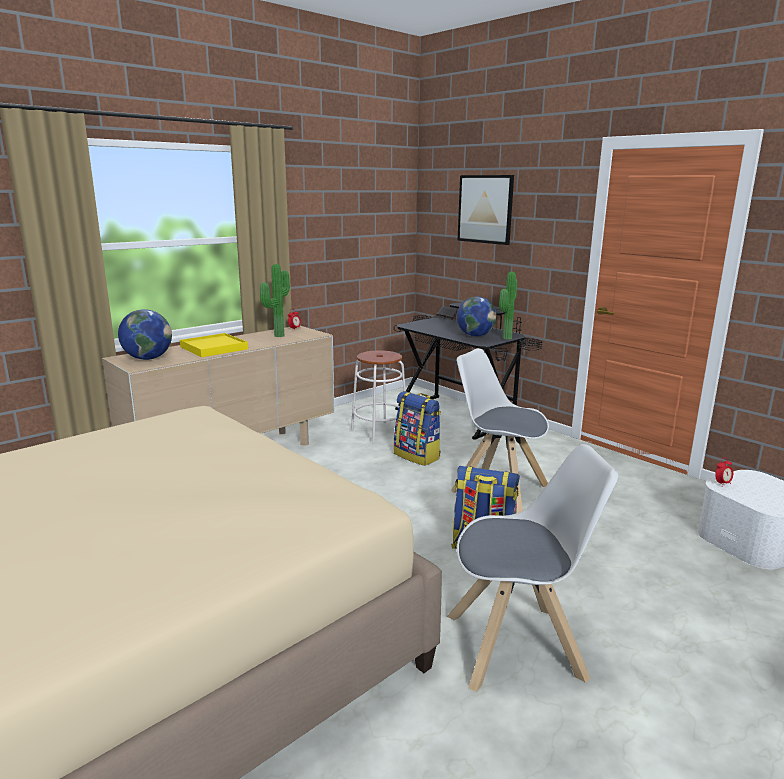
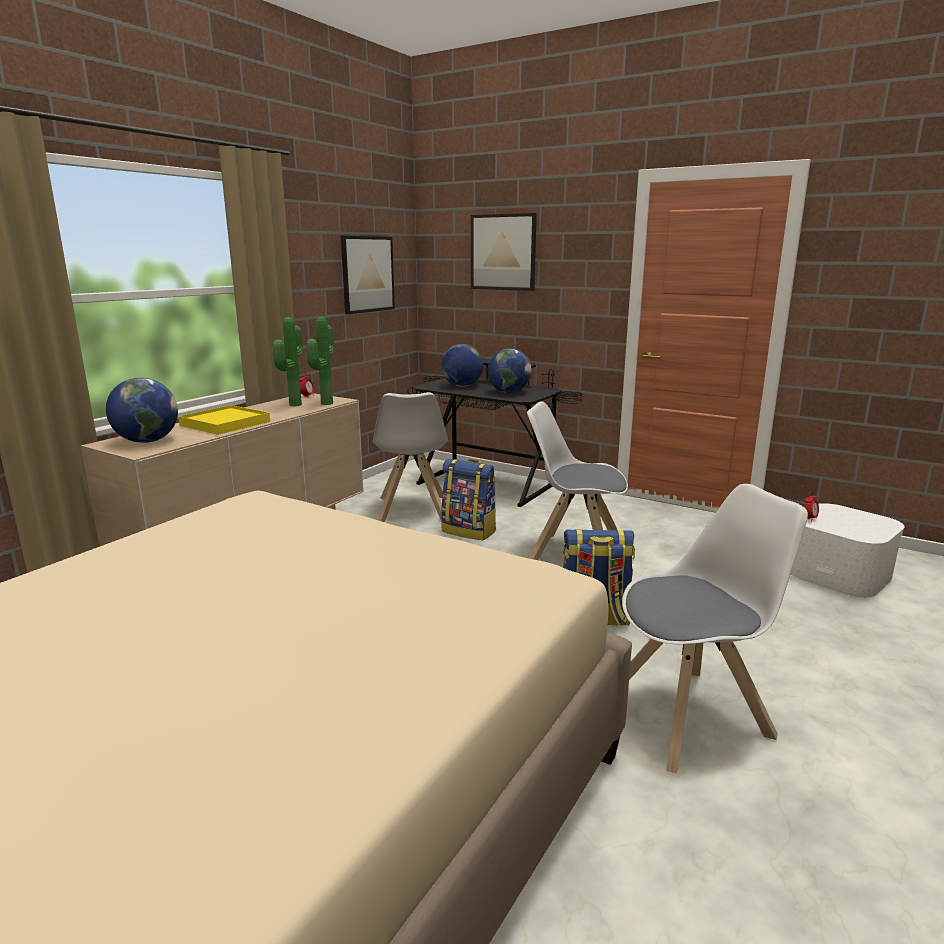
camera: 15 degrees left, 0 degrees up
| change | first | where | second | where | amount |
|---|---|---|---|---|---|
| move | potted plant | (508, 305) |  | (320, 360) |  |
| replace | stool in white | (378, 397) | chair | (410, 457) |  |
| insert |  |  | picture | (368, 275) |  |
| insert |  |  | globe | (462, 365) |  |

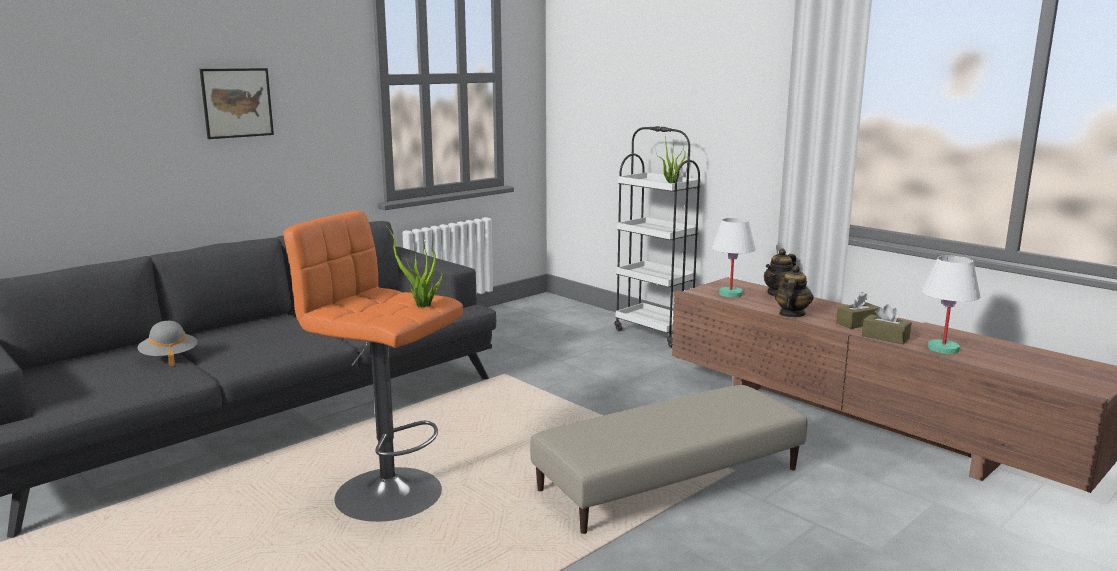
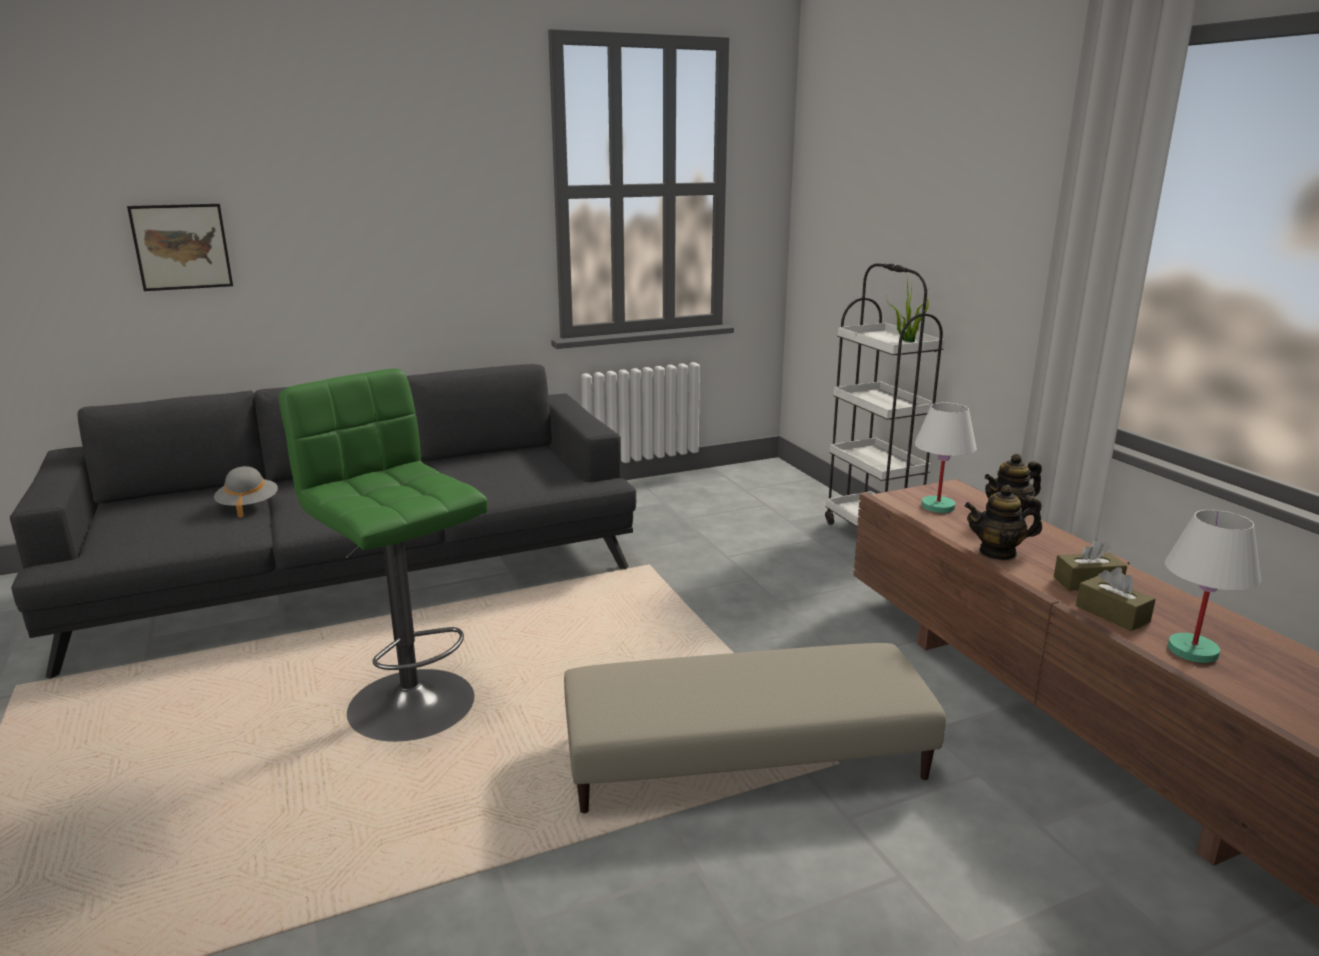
camera: 20 degrees right, 5 degrees up
| change | first | where | second | where | amount |
|---|---|---|---|---|---|
| move | picture | (237, 103) |  | (180, 247) |  |
| recolor | stool in orange | (373, 366) | stool in green | (383, 555) |  |
| delete | potted plant | (414, 267) |  |  |  |
| rotate | teapot | (794, 291) |  | (1003, 522) | 135 degrees counterclockwise |

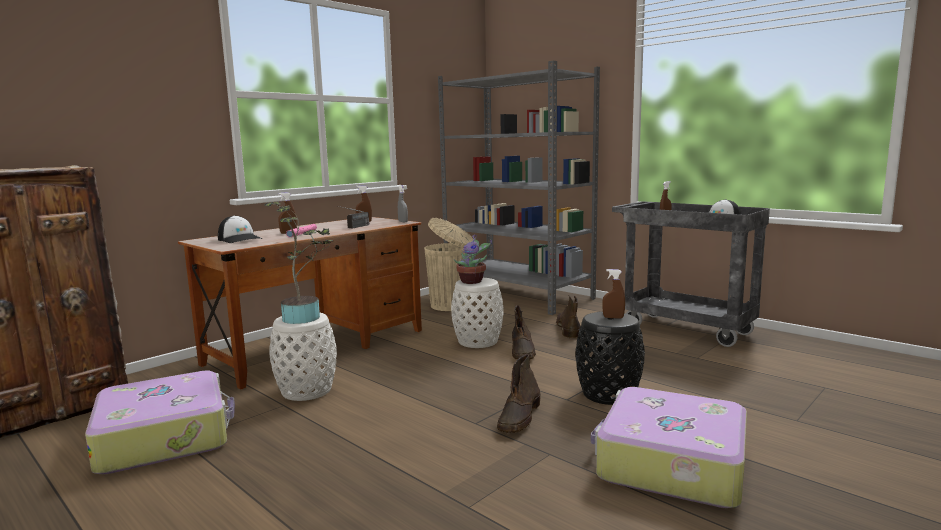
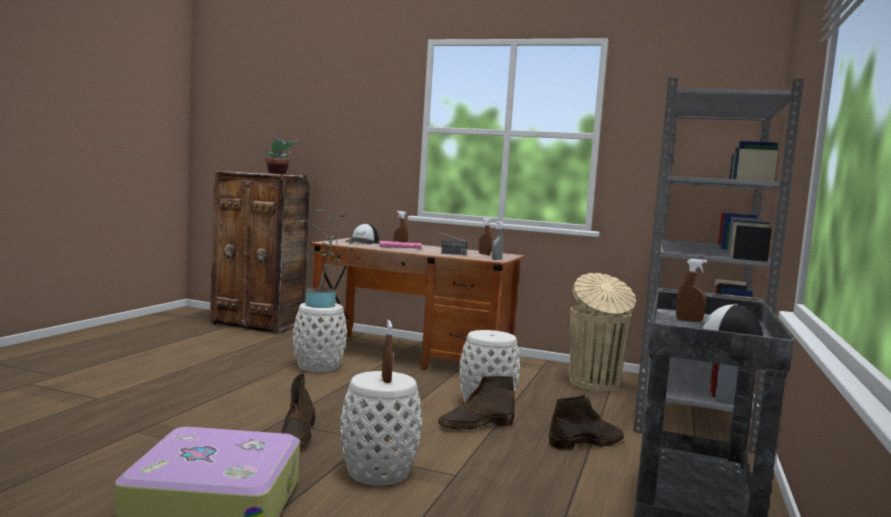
camera: 65 degrees right, 5 degrees down
| change | first | where | second | where | amount |
|---|---|---|---|---|---|
| move | potted plant | (473, 259) |  | (281, 153) |  |
| recolor | stool in black | (610, 358) | stool in white | (381, 428) |  |
| rotate | boot in brown | (519, 393) |  | (298, 410) | 90 degrees counterclockwise |
| delete | suitcase | (160, 422) |  |  |  |

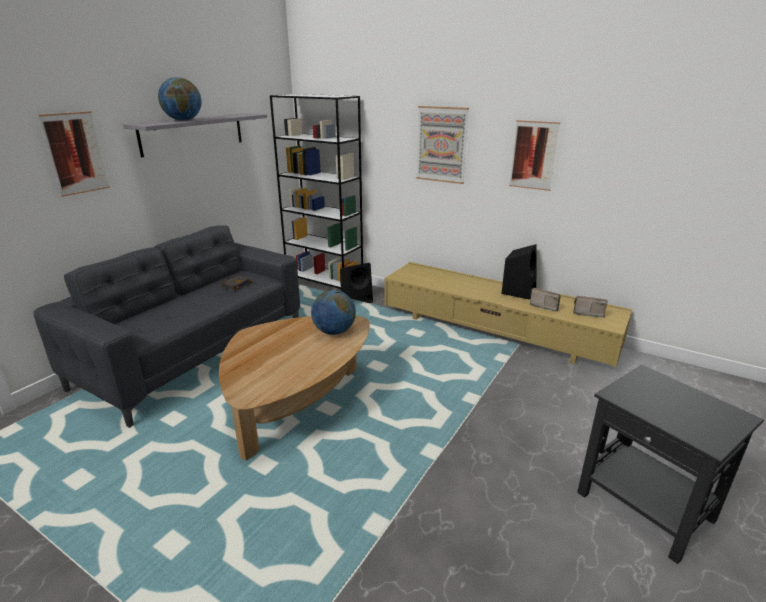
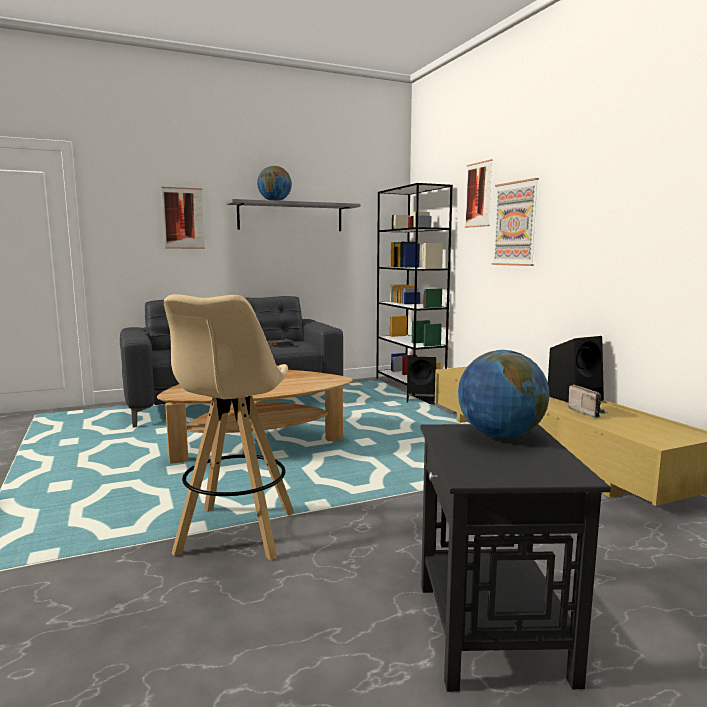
camera: 35 degrees right, 15 degrees down
| change | first | where | second | where | amount |
|---|---|---|---|---|---|
| move | picture | (534, 155) |  | (479, 193) |  |
| move | globe | (333, 312) |  | (503, 394) |  |
| delete | radio | (590, 307) |  |  |  |
| insert |  |  | stool in beige | (229, 427) |  |

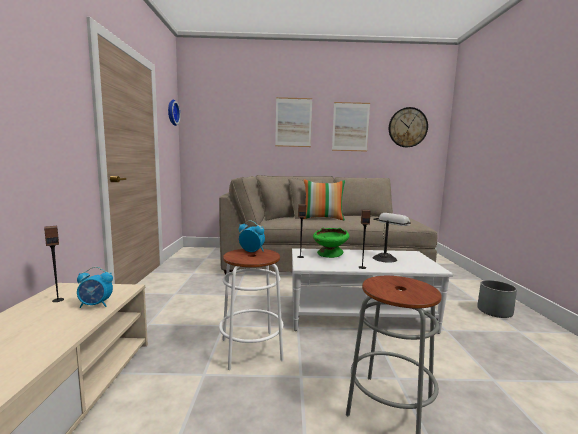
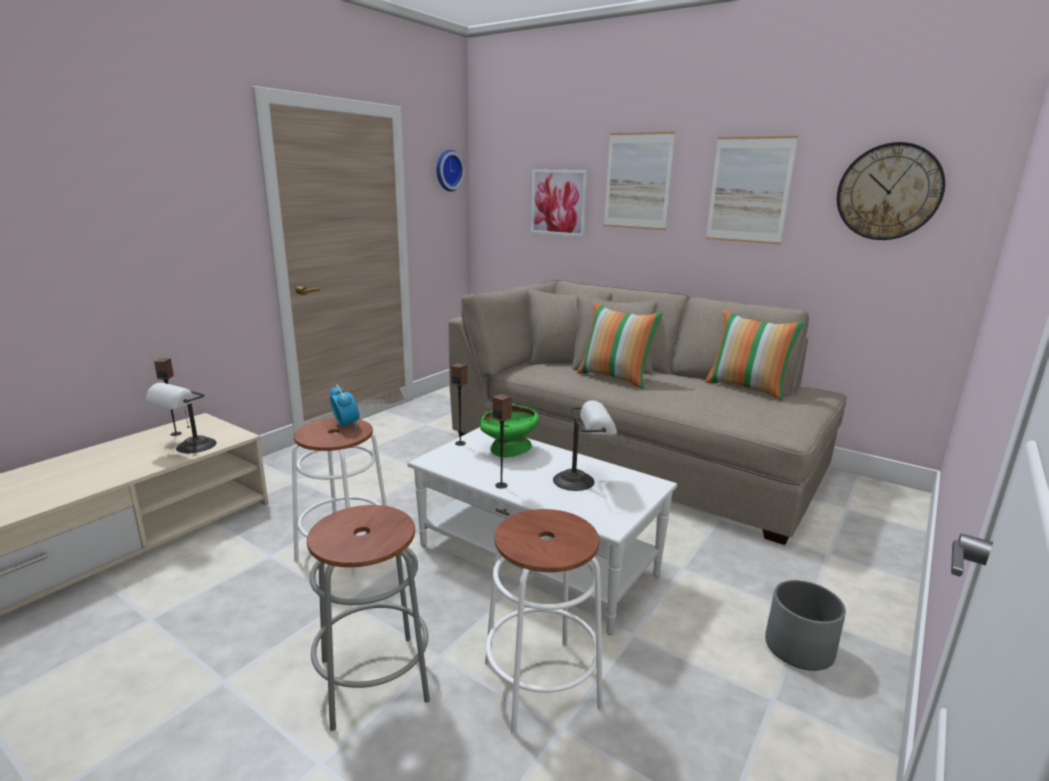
camera: 35 degrees right, 10 degrees up
| change | first | where | second | where | amount |
|---|---|---|---|---|---|
| replace | alarm clock | (95, 287) | table lamp | (181, 418) |  |
| insert |  |  | picture | (559, 203) |  |
| insert |  |  | pillow | (755, 355) |  |
| insert |  |  | stool in white | (544, 622) |  |

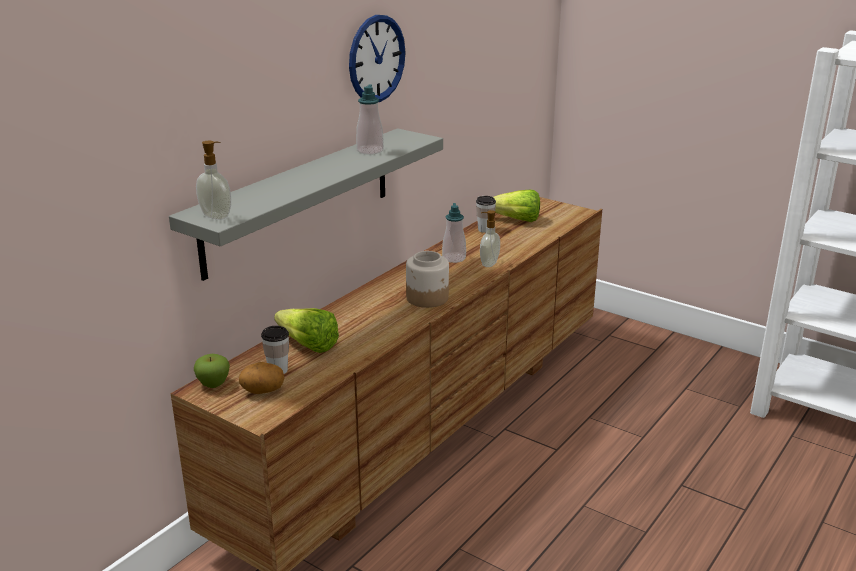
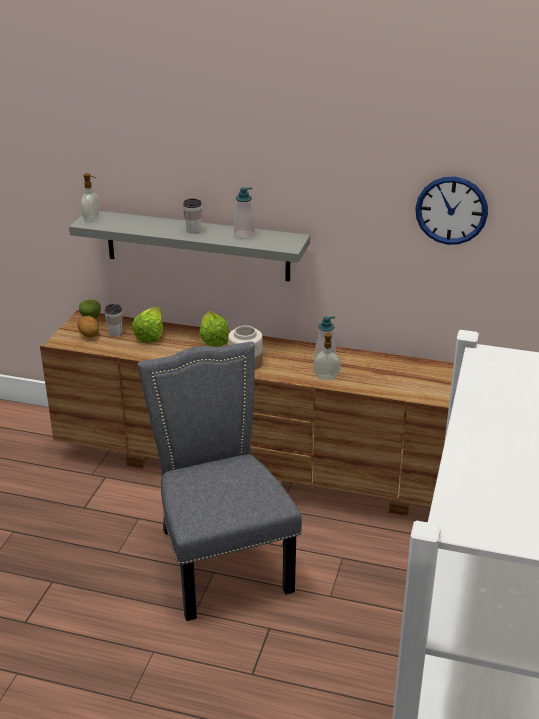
camera: 70 degrees right, 5 degrees up
| change | first | where | second | where | amount |
|---|---|---|---|---|---|
| move | wall clock | (377, 58) |  | (451, 210) |  |
| move | lettuce | (517, 206) |  | (214, 329) |  |
| move | cup | (486, 214) |  | (192, 216) |  |
| insert |  |  | chair in grey | (219, 481) |  |

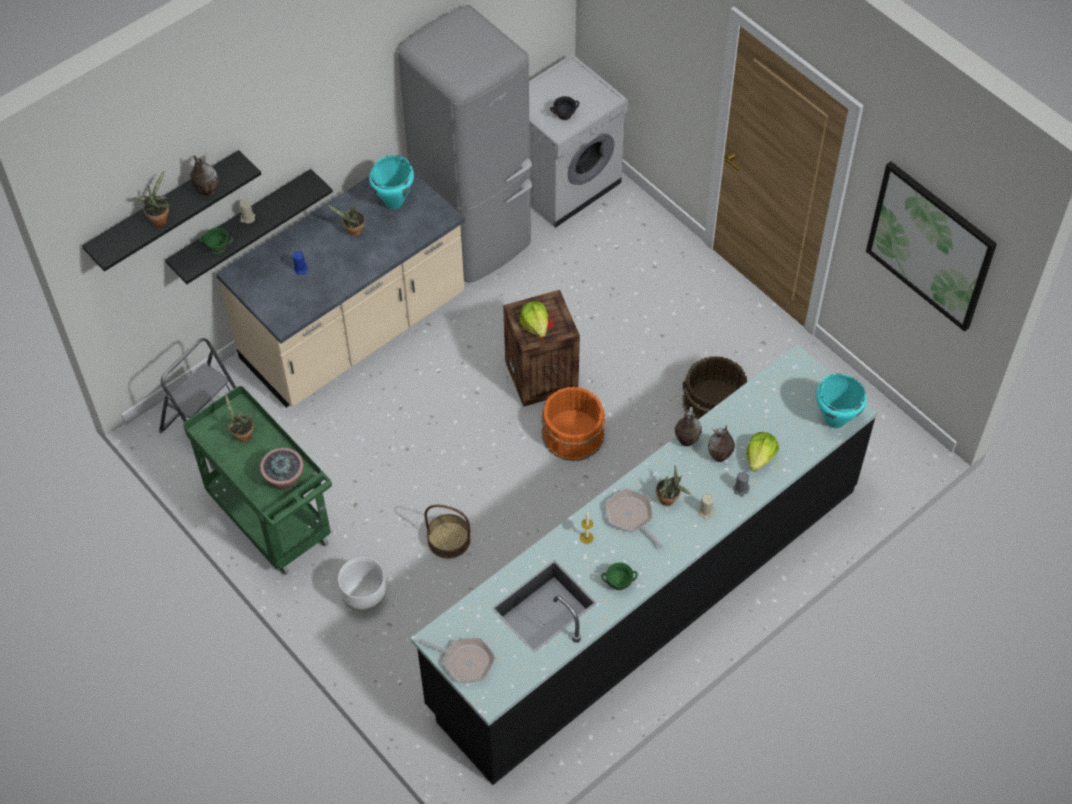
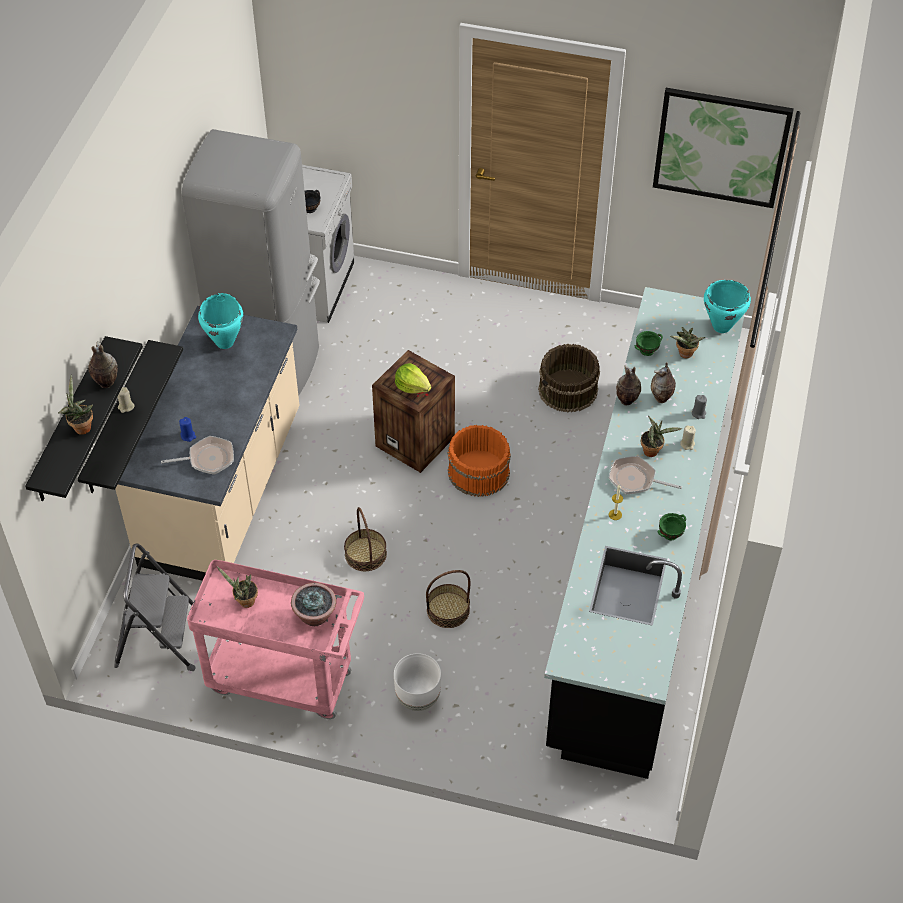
camera: 35 degrees left, 5 degrees down
| change | first | where | second | where | amount |
|---|---|---|---|---|---|
| move | potted plant | (345, 220) |  | (687, 342) |  |
| move | bowl in green | (216, 241) |  | (649, 343) |  |
| recolor | cart in green | (257, 480) | cart in pink | (275, 639) |  |
| delete | lettuce | (762, 452) |  |  |  |
| move | frying pan | (457, 660) |  | (197, 455) |  |
| insert |  |  | basket | (365, 539) |  |

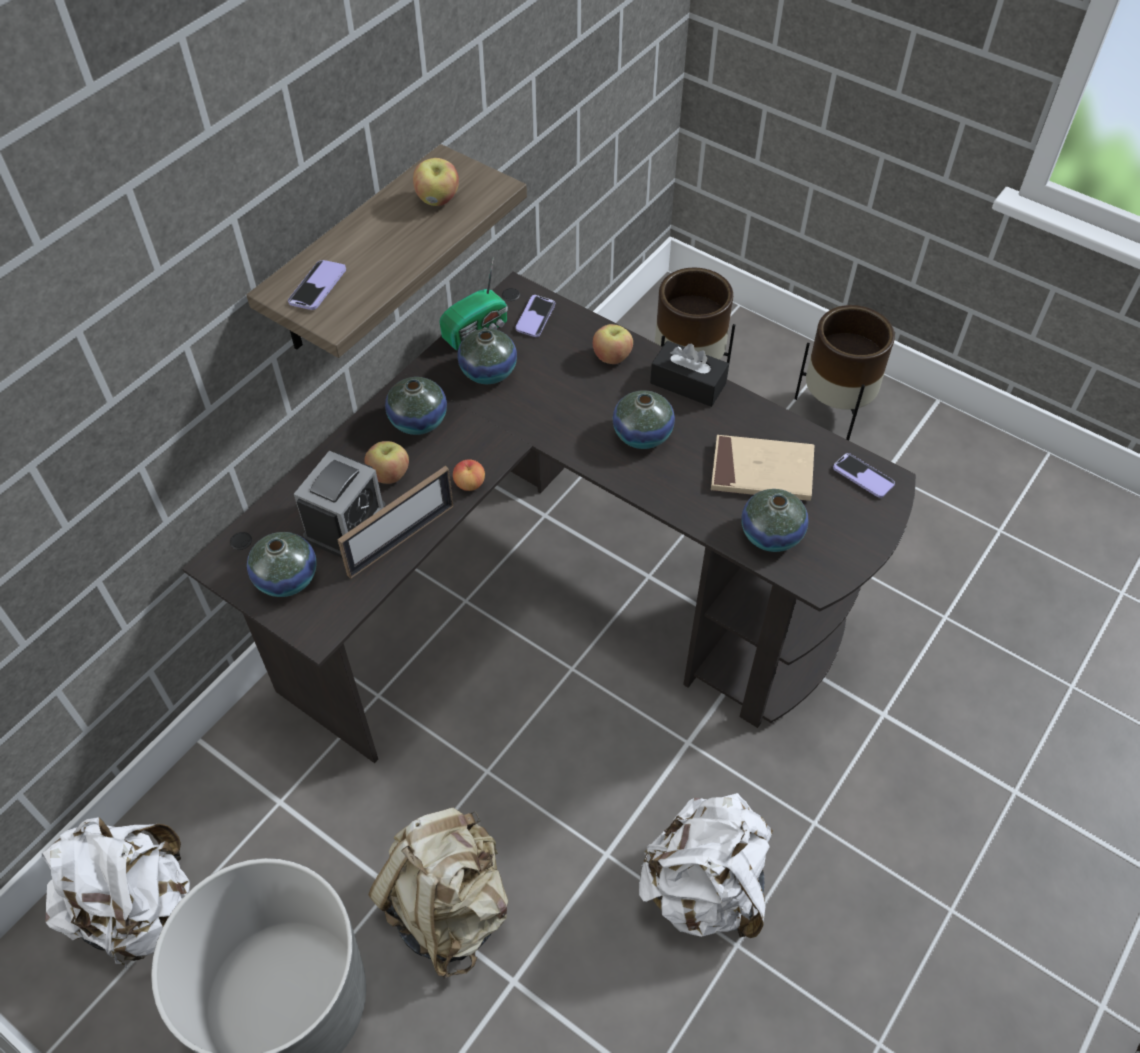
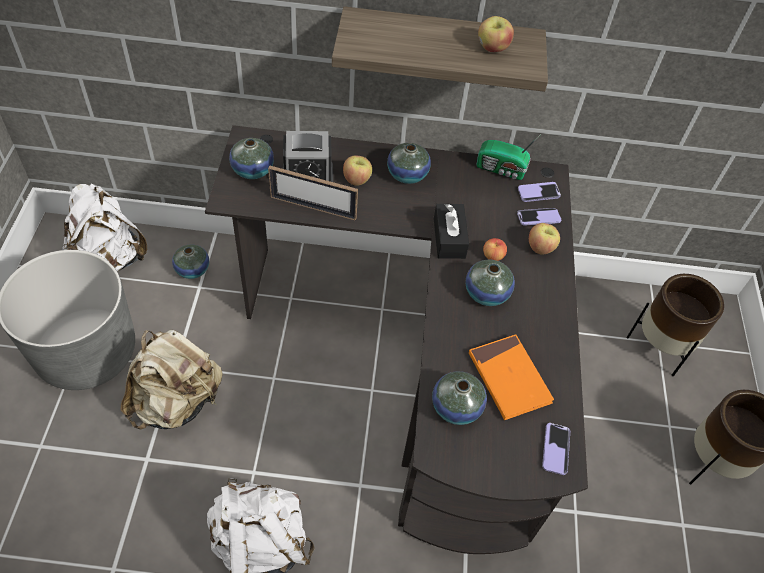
camera: 55 degrees right, 0 degrees up
| change | first | where | second | where | amount |
|---|---|---|---|---|---|
| move | phone | (317, 285) |  | (539, 217) |  |
| move | vase | (487, 356) |  | (190, 261) |  |
| move | tissue box in black | (689, 374) |  | (451, 231) |  |
| recolor | book in beige | (762, 468) | book in orange | (511, 377) |  |
| move | apple | (469, 475) |  | (495, 249) |  |

